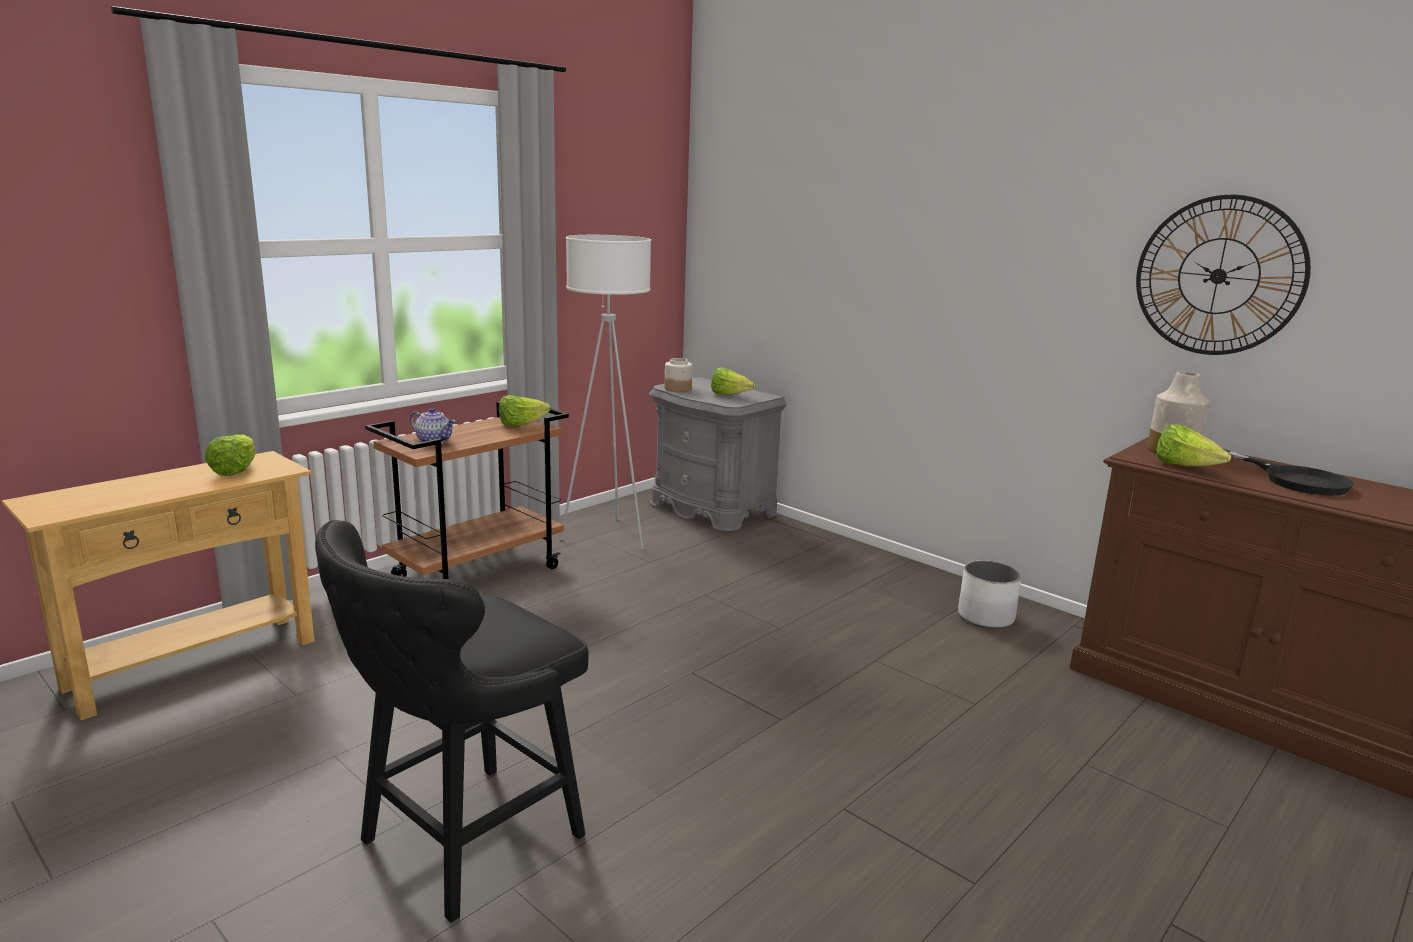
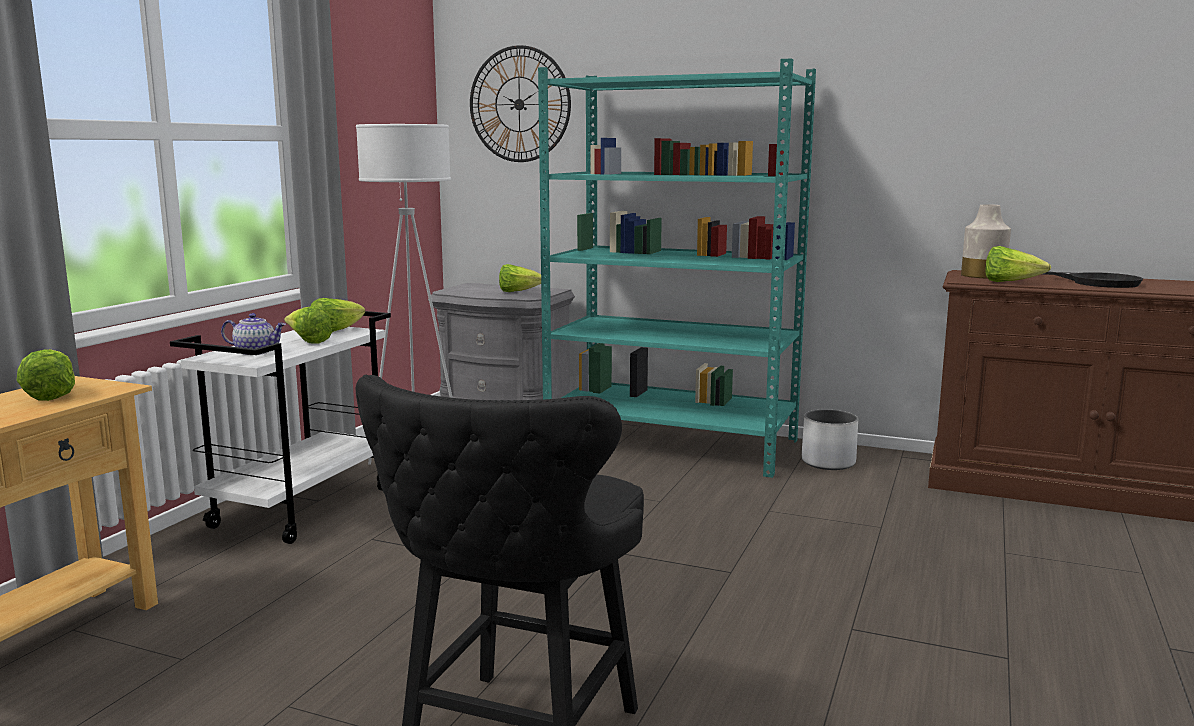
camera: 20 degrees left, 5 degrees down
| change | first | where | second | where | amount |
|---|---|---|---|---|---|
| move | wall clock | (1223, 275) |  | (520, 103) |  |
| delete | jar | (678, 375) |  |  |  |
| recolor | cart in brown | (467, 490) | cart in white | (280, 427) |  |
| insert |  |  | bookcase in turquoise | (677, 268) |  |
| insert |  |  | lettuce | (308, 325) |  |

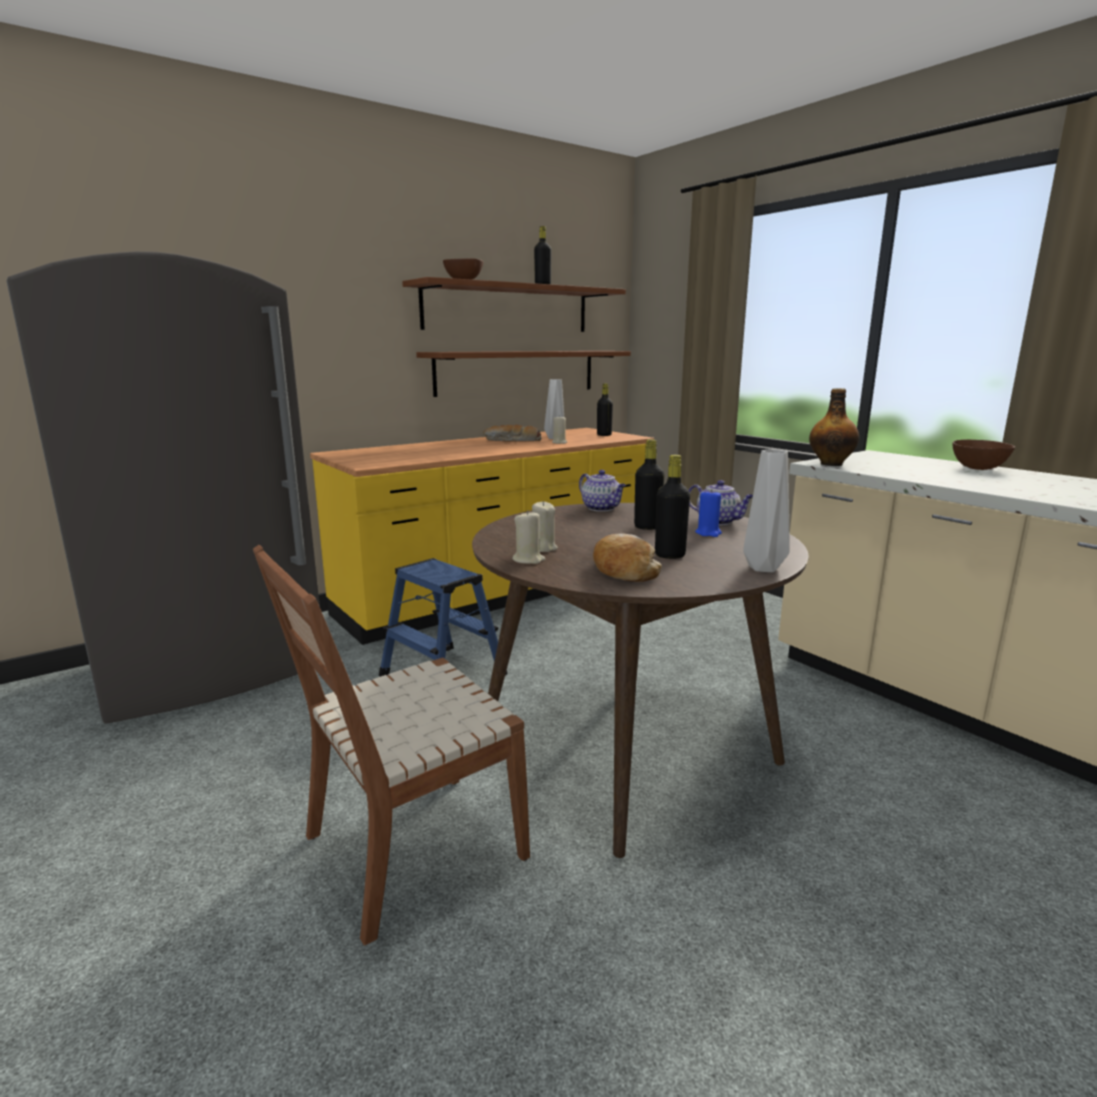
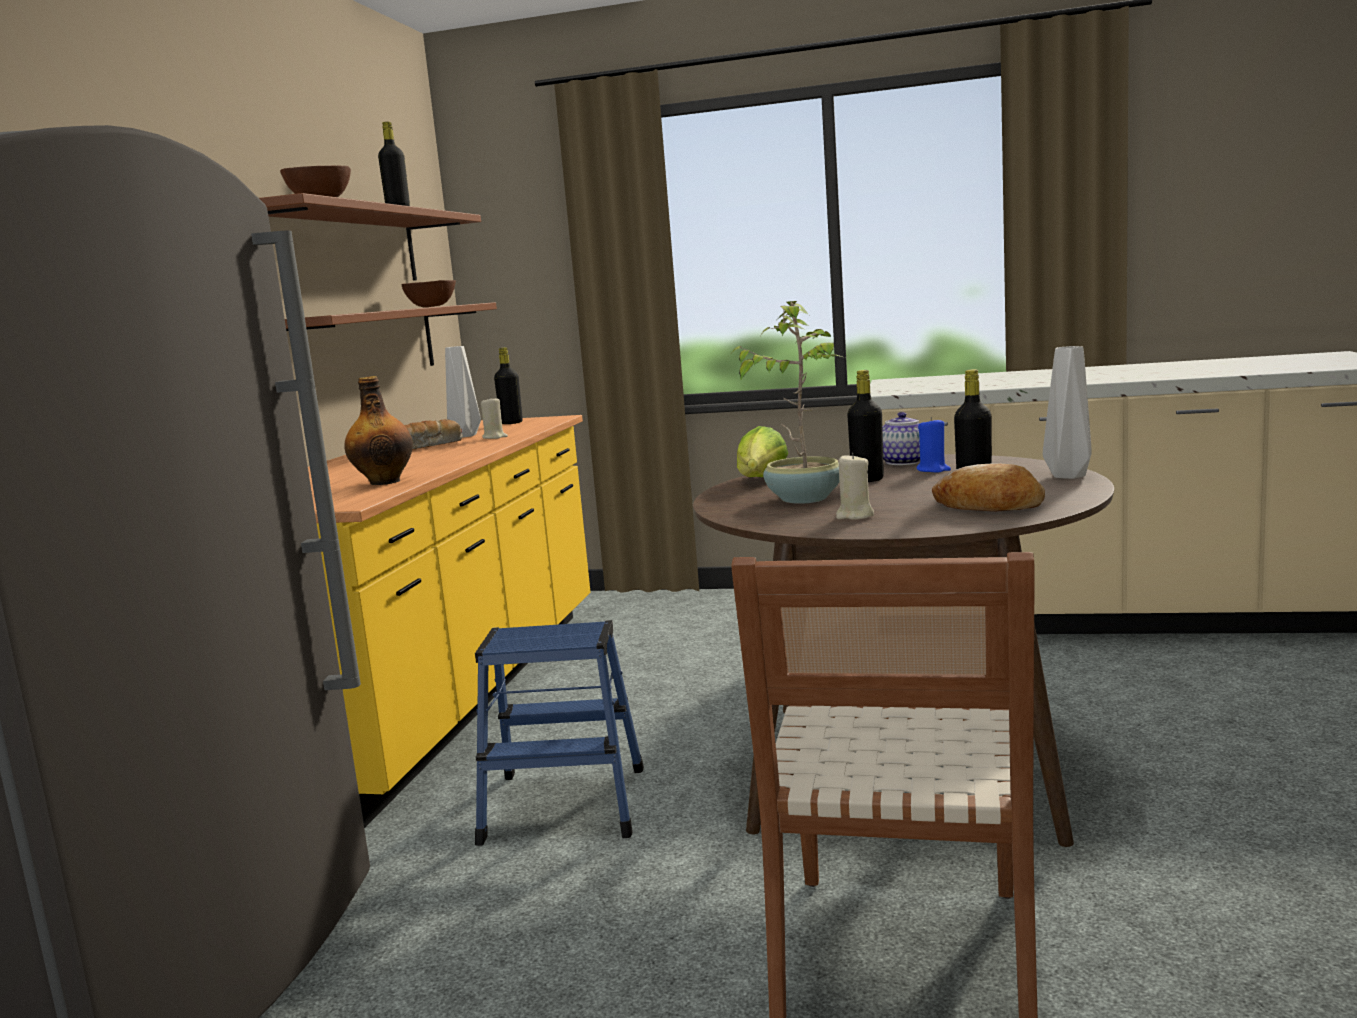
camera: 40 degrees left, 5 degrees down
| change | first | where | second | where | amount |
|---|---|---|---|---|---|
| move | bottle | (834, 427) |  | (378, 430) |  |
| move | bowl in brown | (983, 454) |  | (429, 293) |  |
| replace | teapot | (602, 490) | lettuce | (762, 451) |  |
| delete | candle in beige | (528, 537) |  |  |  |
| insert |  |  | potted plant | (786, 402) |  |

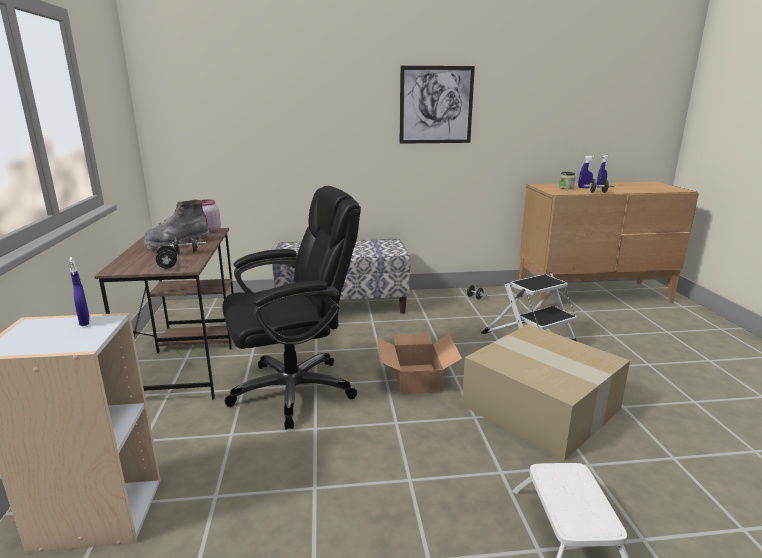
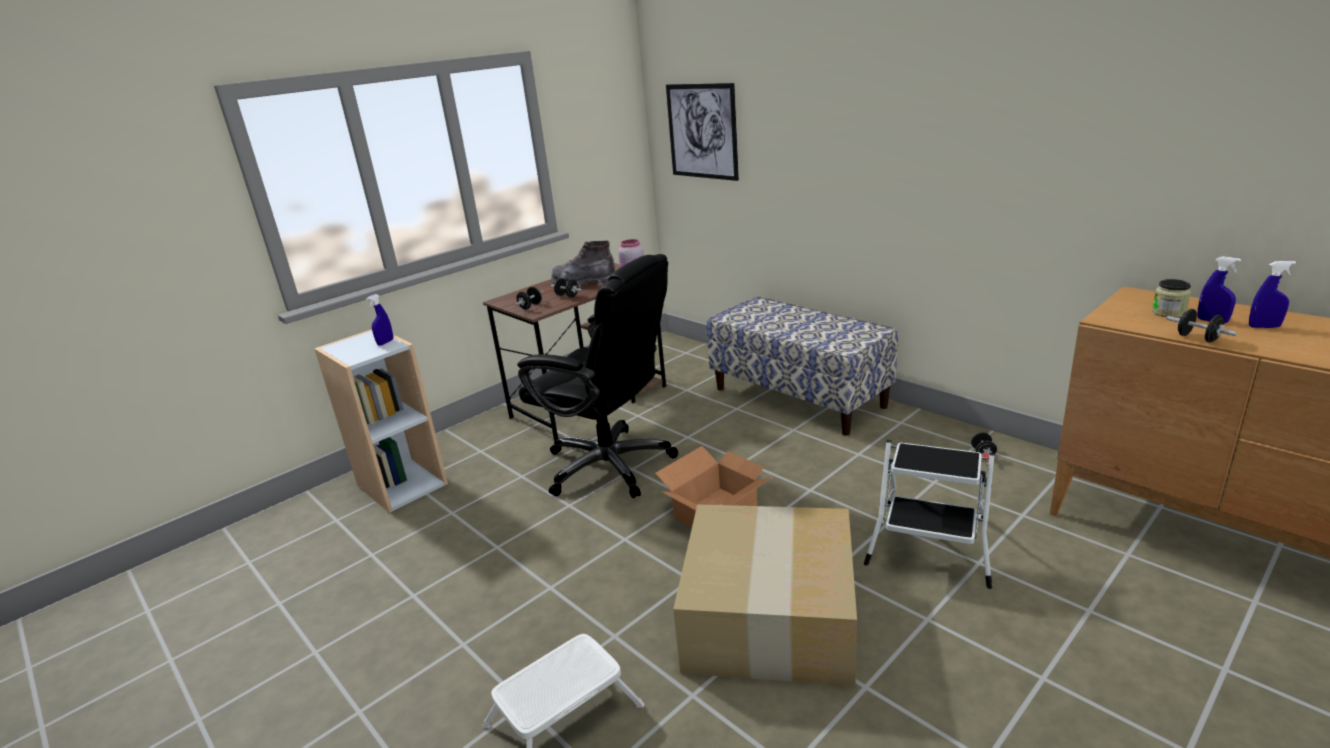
camera: 55 degrees right, 5 degrees up
| change | first | where | second | where | amount |
|---|---|---|---|---|---|
| move | picture | (437, 105) |  | (702, 132) |  |

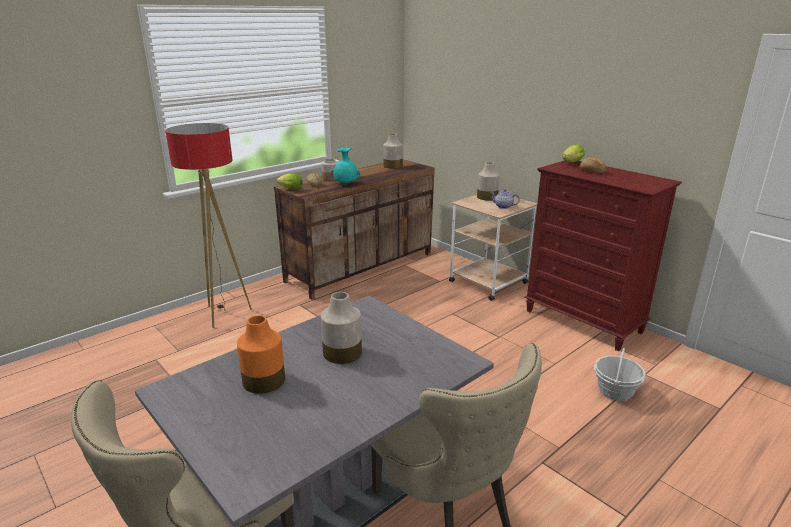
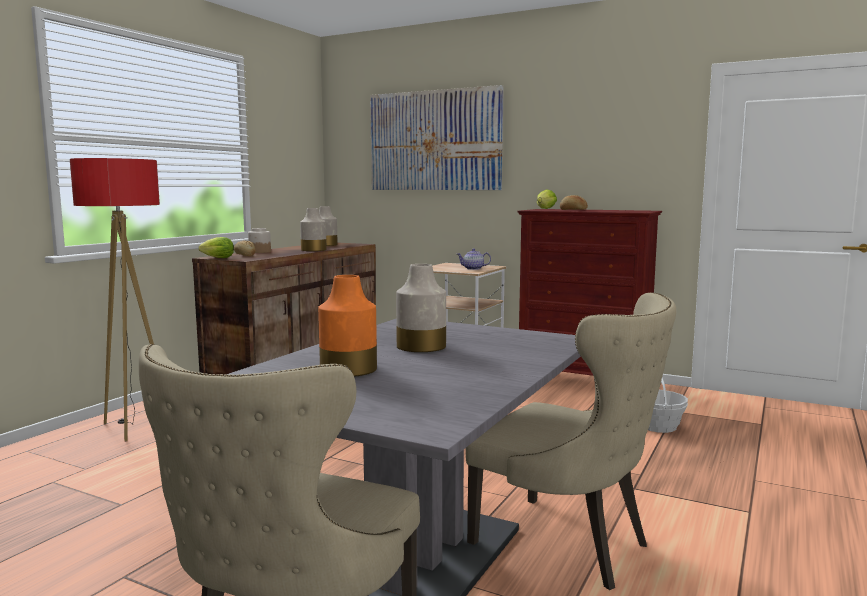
camera: 20 degrees left, 15 degrees down
| change | first | where | second | where | amount |
|---|---|---|---|---|---|
| delete | vase in turquoise | (346, 166) |  |  |  |
| move | vase in beige | (488, 181) |  | (313, 229) |  |
| insert |  |  | picture | (437, 137) |  |

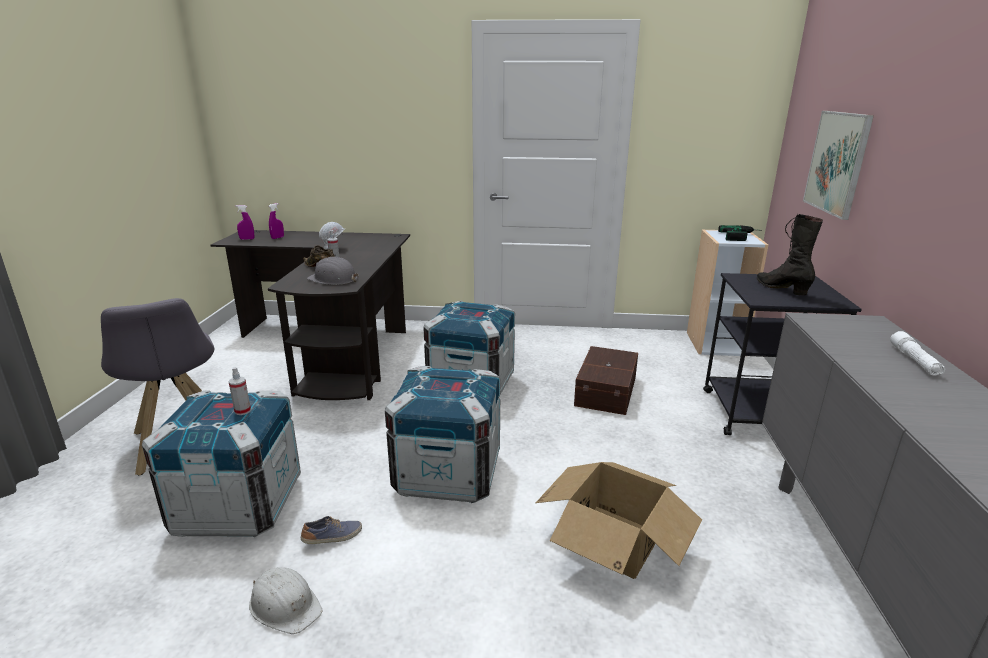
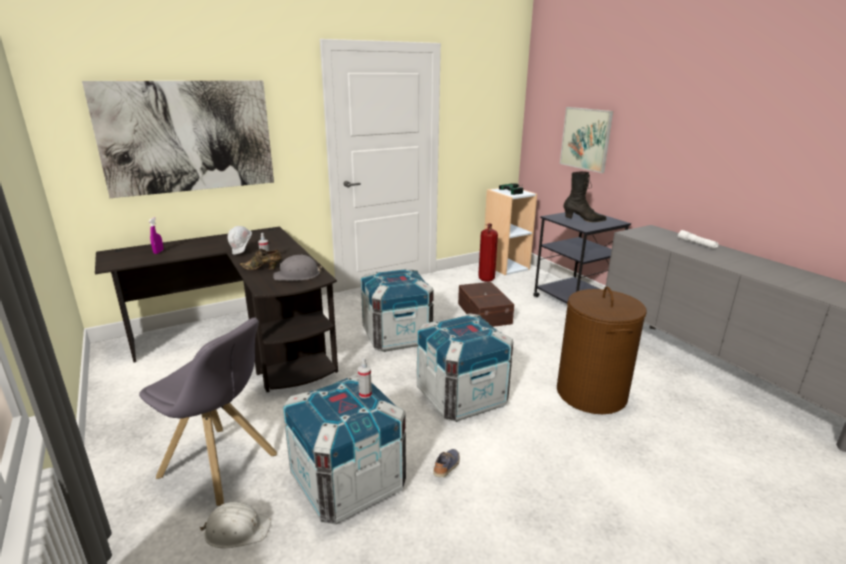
camera: 35 degrees left, 0 degrees up
| change | first | where | second | where | amount |
|---|---|---|---|---|---|
| delete | spray bottle in purple | (244, 222) |  |  |  |
| rotate | boot in black | (790, 254) |  | (584, 196) | 150 degrees clockwise |
| replace | cardboard box | (619, 520) | laundry basket in brown | (602, 350) |  |
| move | hard hat in white | (286, 600) |  | (235, 525) |  |
| insert |  |  | picture | (178, 139) |  |
| insert |  |  | fire extinguisher | (488, 252) |  |

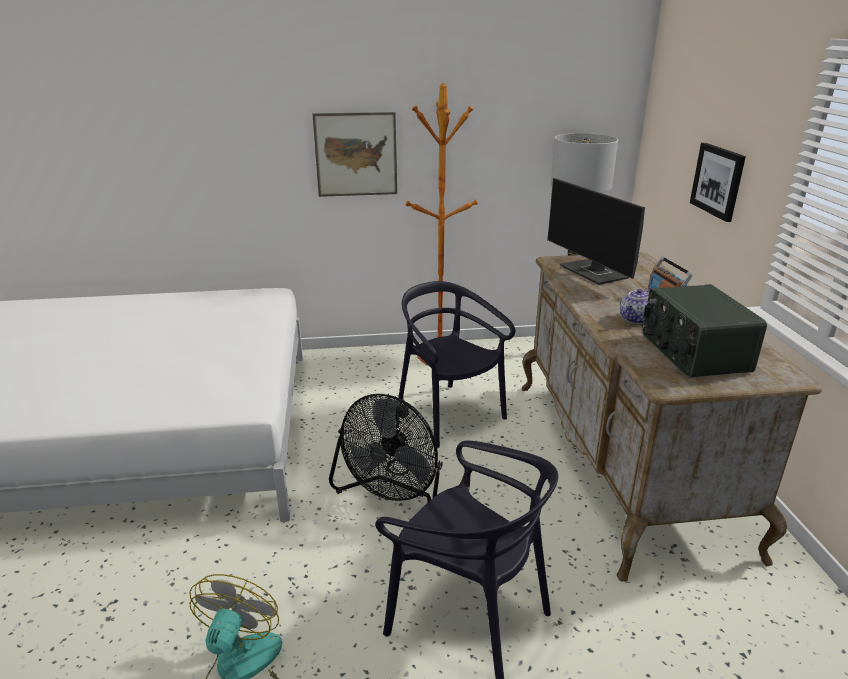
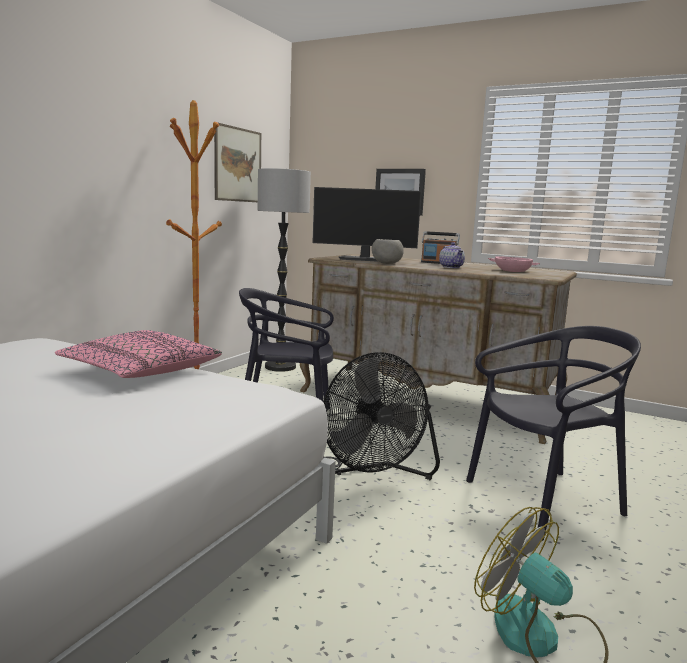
camera: 55 degrees left, 15 degrees down
| change | first | where | second | where | amount |
|---|---|---|---|---|---|
| move | picture | (354, 154) |  | (237, 162) |  |
| replace | radio | (705, 331) | bowl in pink | (514, 264) |  |
| insert |  |  | bowl in grey | (388, 251) |  |
| insert |  |  | pillow in pink | (138, 354) |  |

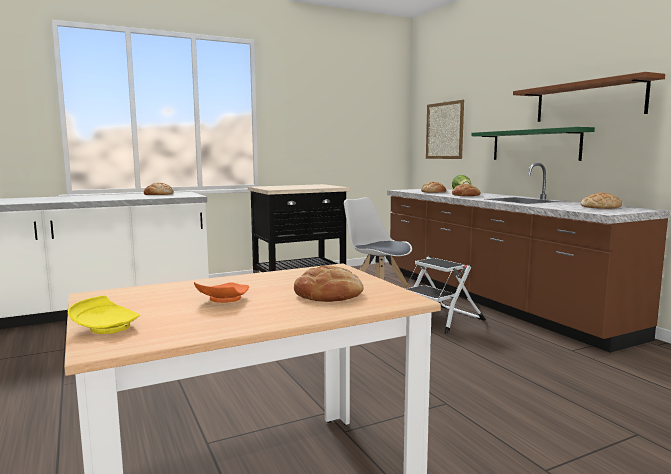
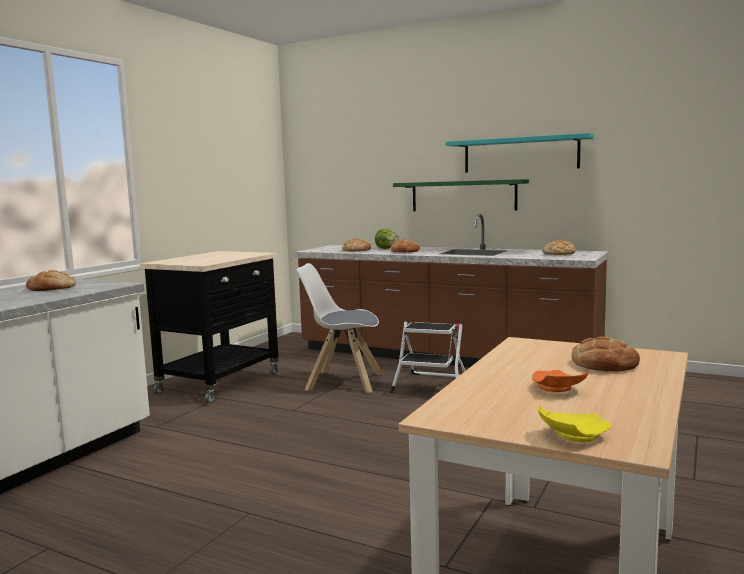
camera: 35 degrees left, 0 degrees up
| change | first | where | second | where | amount |
|---|---|---|---|---|---|
| recolor | shelf in brown | (589, 97) | shelf in turquoise | (519, 152) |  |
| delete | picture | (445, 129) |  |  |  |

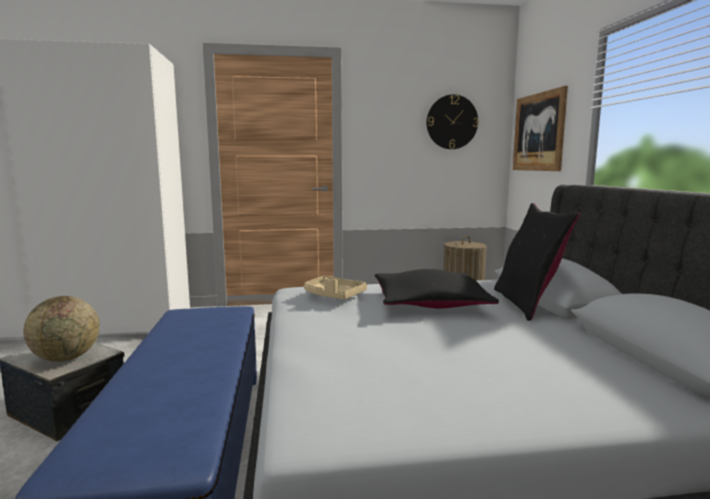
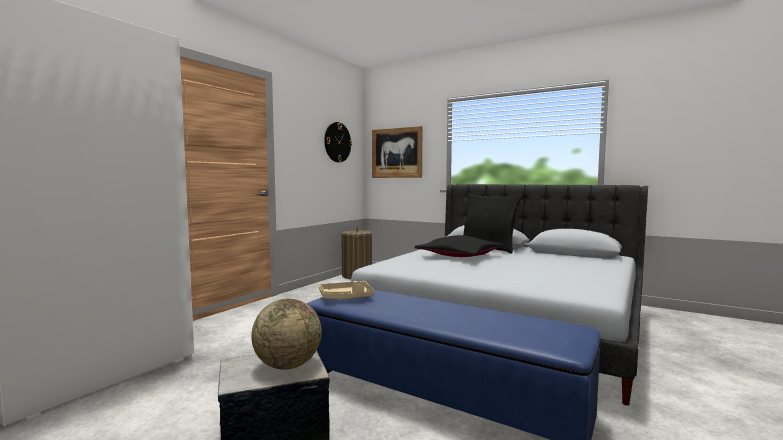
camera: 50 degrees left, 5 degrees down
| change | first | where | second | where | amount |
|---|---|---|---|---|---|
| move | tray in beige | (335, 288) |  | (346, 290) |  |

